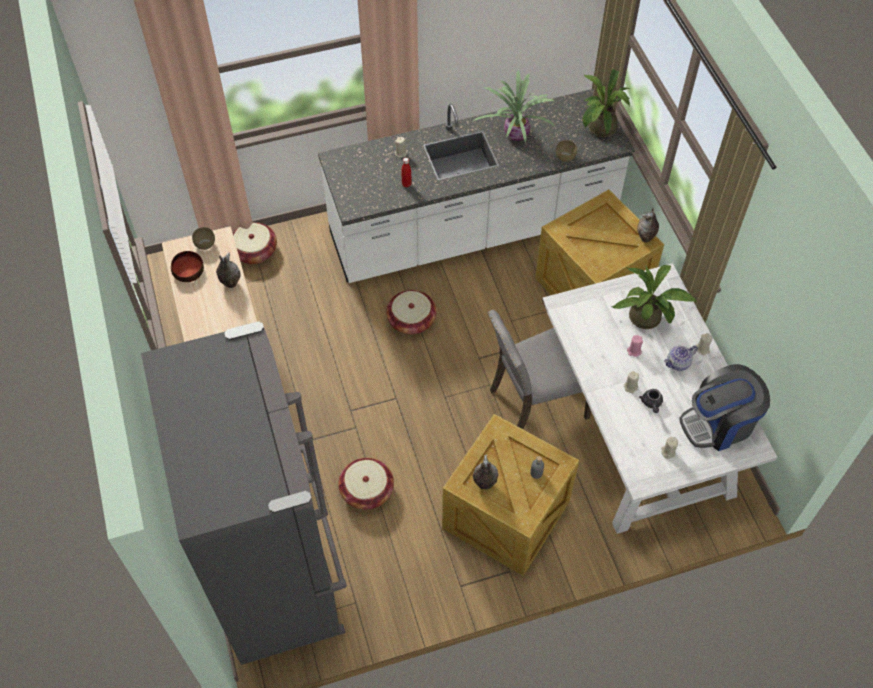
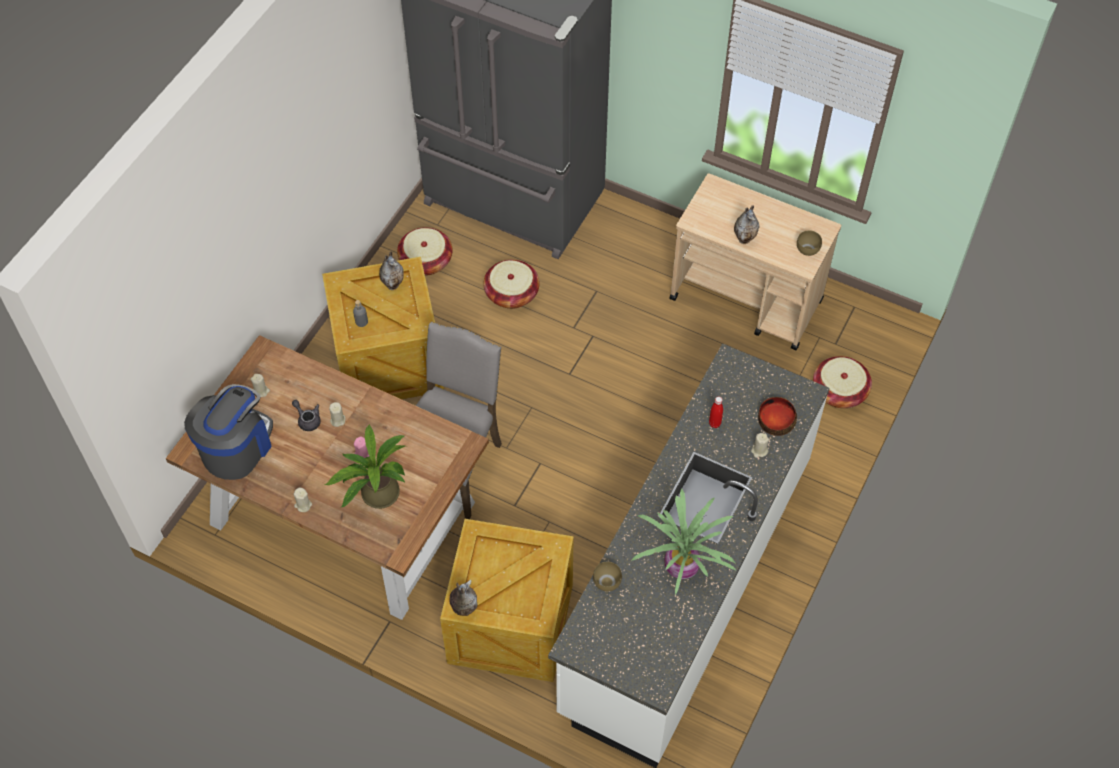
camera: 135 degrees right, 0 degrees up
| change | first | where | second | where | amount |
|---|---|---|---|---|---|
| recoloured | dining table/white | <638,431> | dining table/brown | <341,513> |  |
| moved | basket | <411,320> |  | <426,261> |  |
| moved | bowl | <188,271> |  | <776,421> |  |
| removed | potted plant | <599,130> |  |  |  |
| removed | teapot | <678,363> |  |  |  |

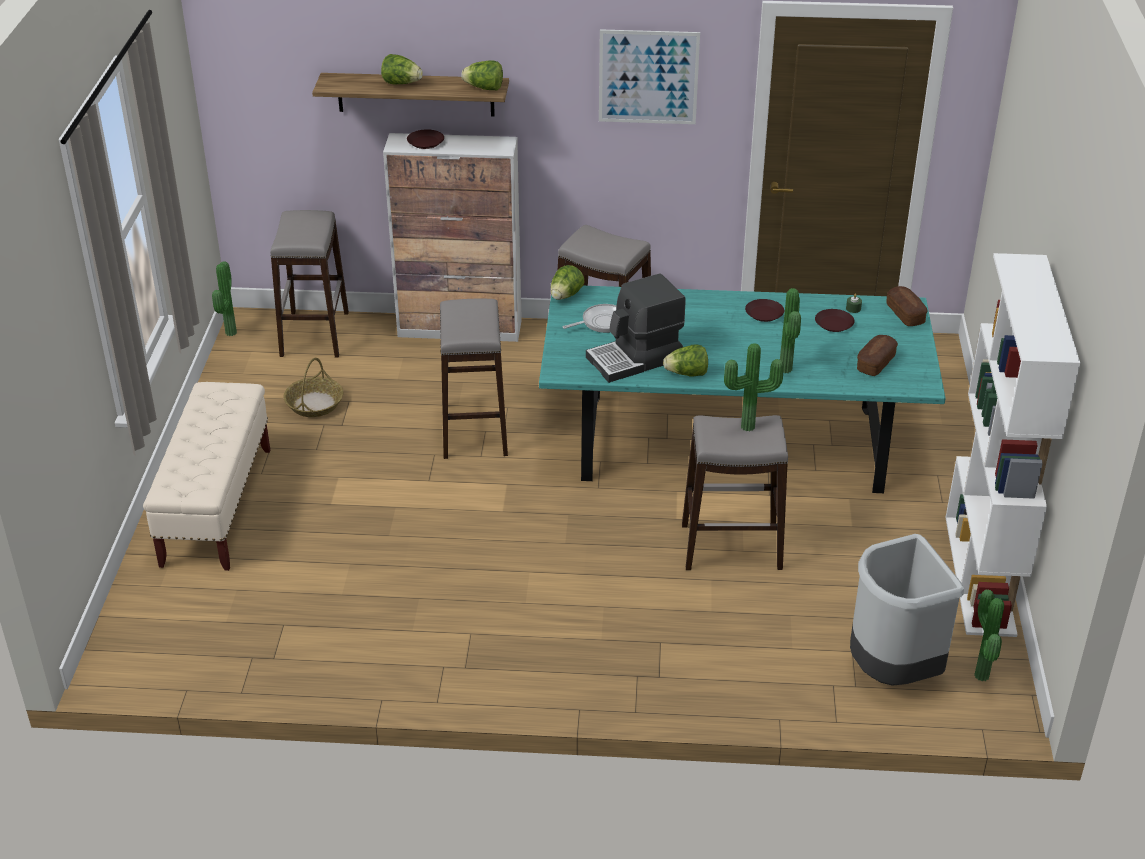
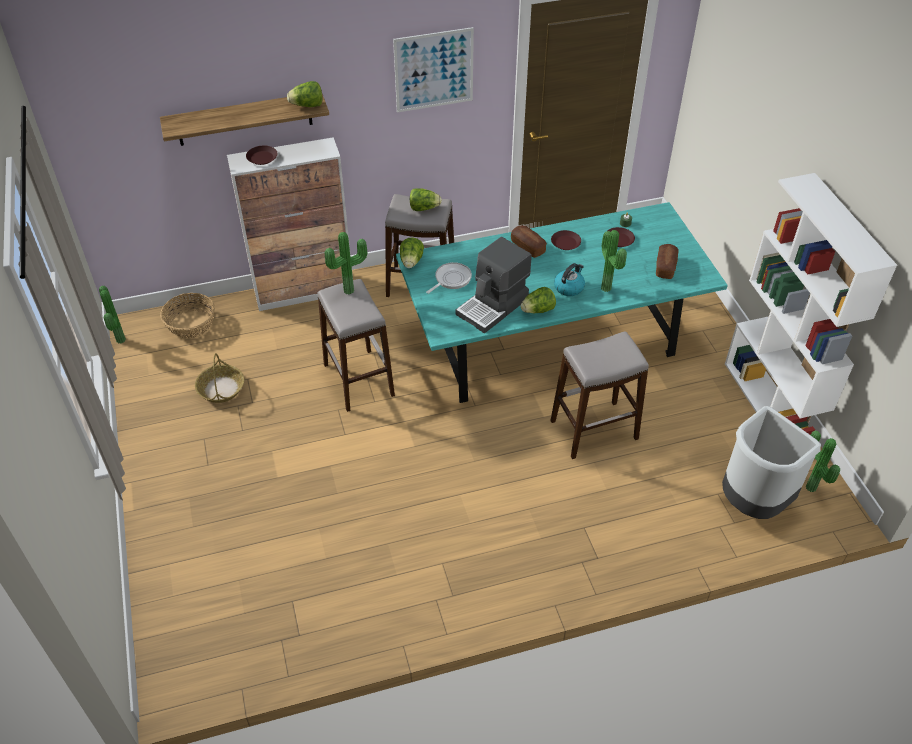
camera: 20 degrees left, 10 degrees up
| change | first | where | second | where | amount |
|---|---|---|---|---|---|
| replaced | stool/grey | <314,334> | basket | <190,324> |  |
| moved | potted plant | <749,428> |  | <350,292> |  |
| moved | lettuce | <401,83> |  | <424,208> |  |
| moved | bread | <905,314> |  | <528,247> |  |
| added |  |  | kettle | <569,287> |  |
| removed | bench/beige | <217,506> |  |  |  |

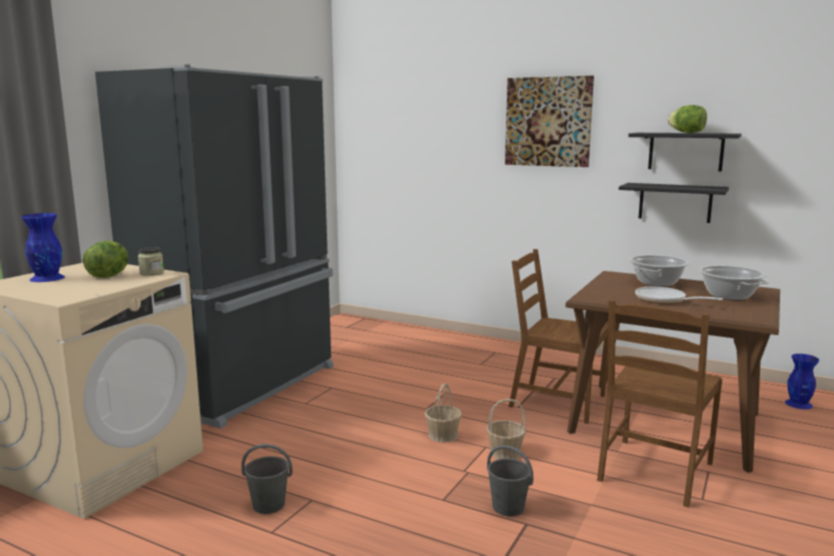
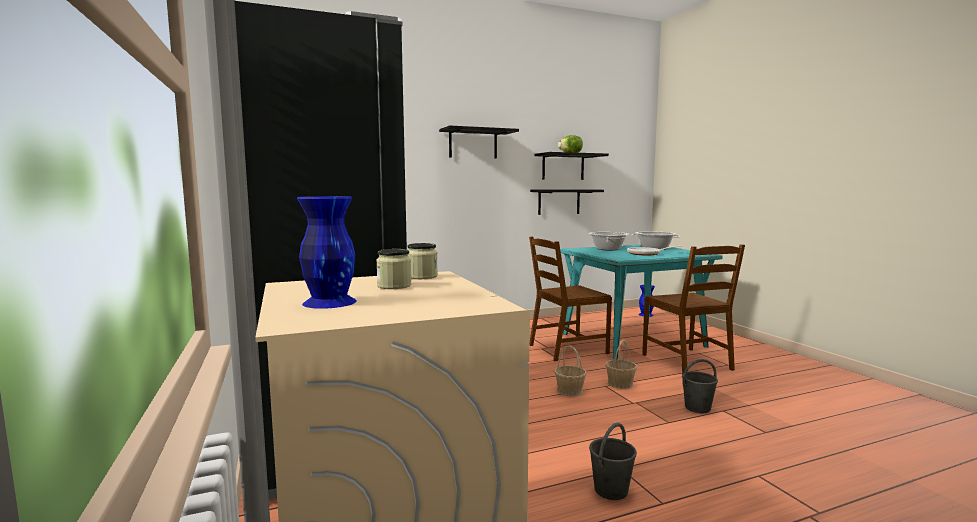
camera: 50 degrees left, 5 degrees down
| change | first | where | second | where | amount |
|---|---|---|---|---|---|
| replaced | lettuce | <109,276> | jar | <394,286> |  |
| replaced | picture | <548,122> | shelf/black | <473,144> |  |
| recoloured | dining table/brown | <664,423> | dining table/turquoise | <632,340> |  |

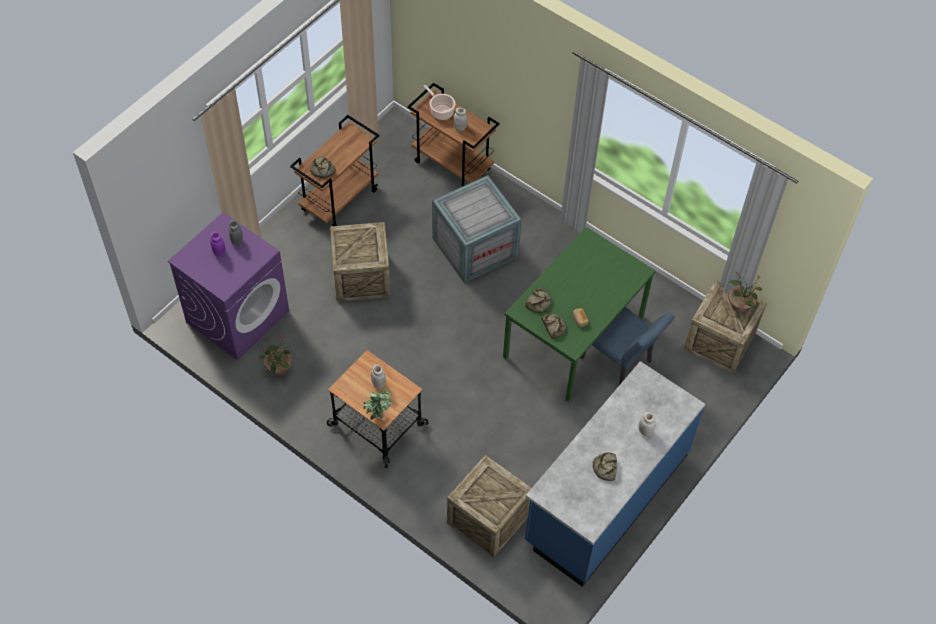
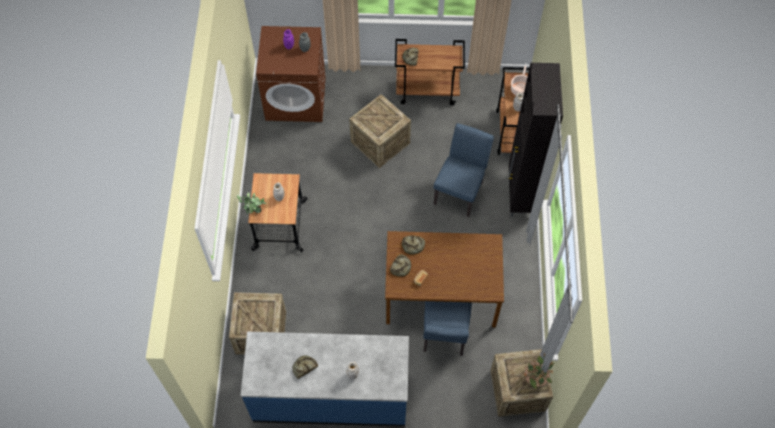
camera: 55 degrees right, 5 degrees up
| change | first | where | second | where | amount |
|---|---|---|---|---|---|
| recoloured | washing machine/purple | <238,316> | washing machine/brown | <296,99> |  |
| recoloured | dining table/green | <574,337> | dining table/brown | <440,294> |  |
| replaced | crate | <476,247> | chair/blue | <460,190> |  |
| added |  |  | cabinet/black | <520,195> |  |
| removed | potted plant | <279,369> |  |  |  |

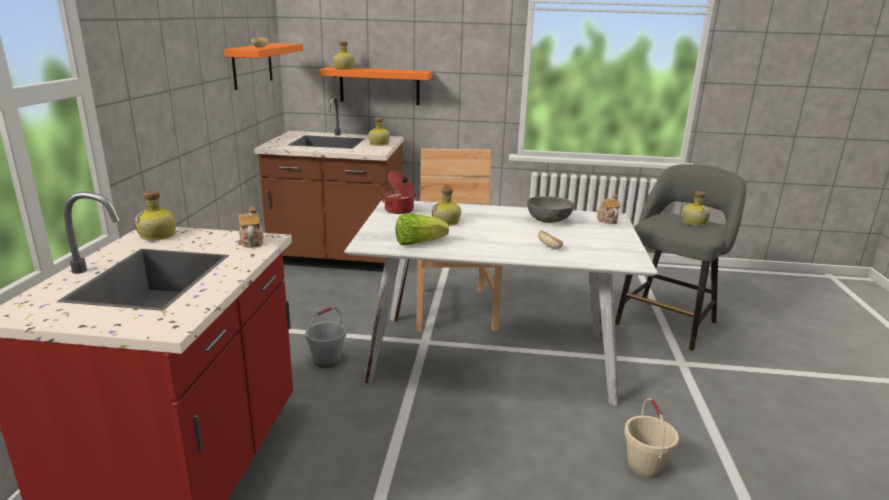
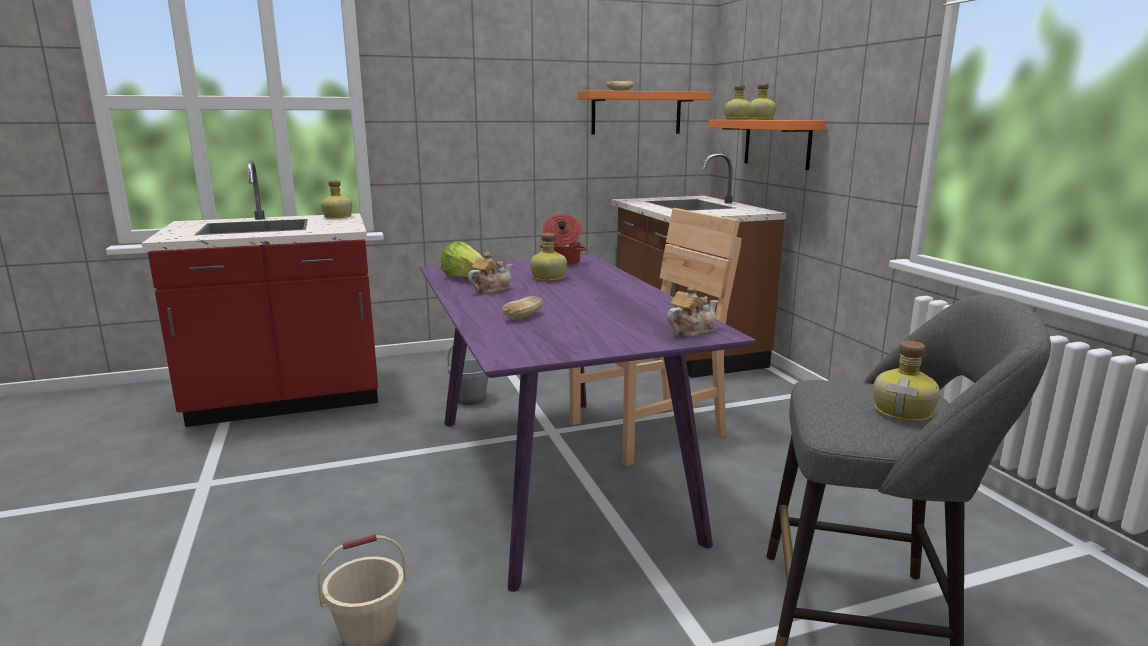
camera: 65 degrees right, 5 degrees down
| change | first | where | second | where | amount |
|---|---|---|---|---|---|
| recoloured | dining table/white | <490,357> | dining table/purple | <554,474> |  |
| moved | teapot | <251,242> |  | <491,290> |  |
| moved | bottle | <379,144> |  | <759,119> |  |
| removed | bowl/grey | <548,220> |  |  |  |

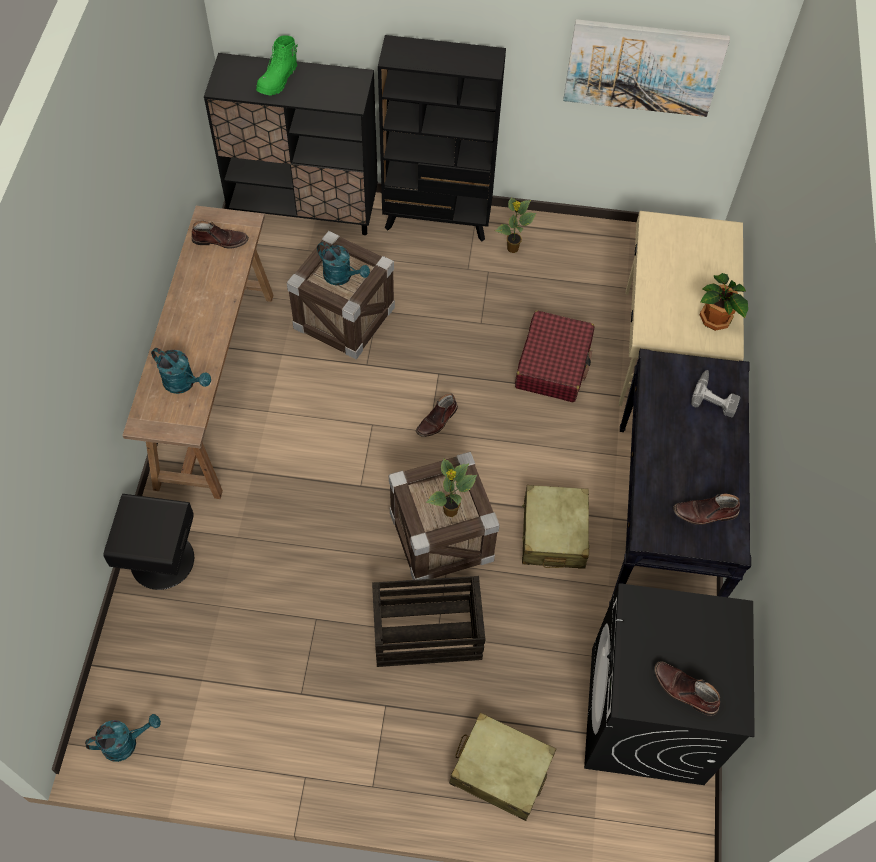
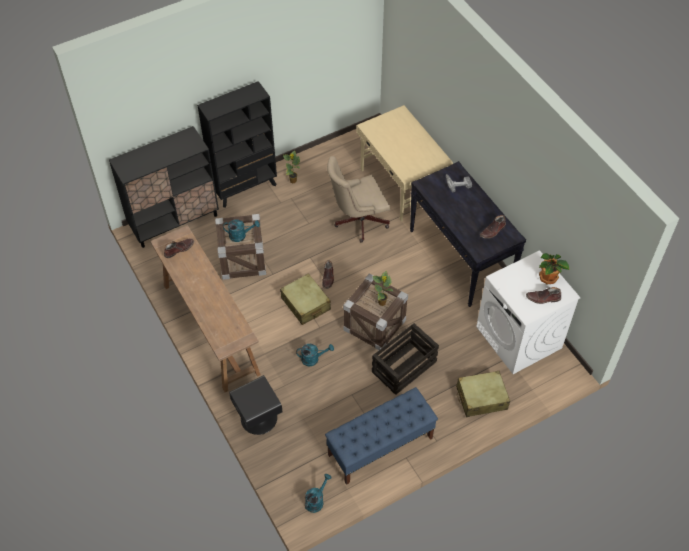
camera: 35 degrees left, 5 degrees down
| change | first | where | second | where | amount |
|---|---|---|---|---|---|
| moved | suitcase/beige | <553,534> |  | <305,304> |  |
| moved | watering can/turquoise | <184,383> |  | <313,359> |  |
| added |  |  | bench/blue | <380,446> |  |
| replaced | suitcase/red | <553,364> | office chair/beige | <357,221> |  |
| recoloured | washing machine/black | <646,716> | washing machine/white | <519,338> |  |
| moved | potted plant | <715,320> |  | <548,278> |  |
| removed | boot/green | <278,80> |  |  |  |
| removed | picture | <643,67> |  |  |  |

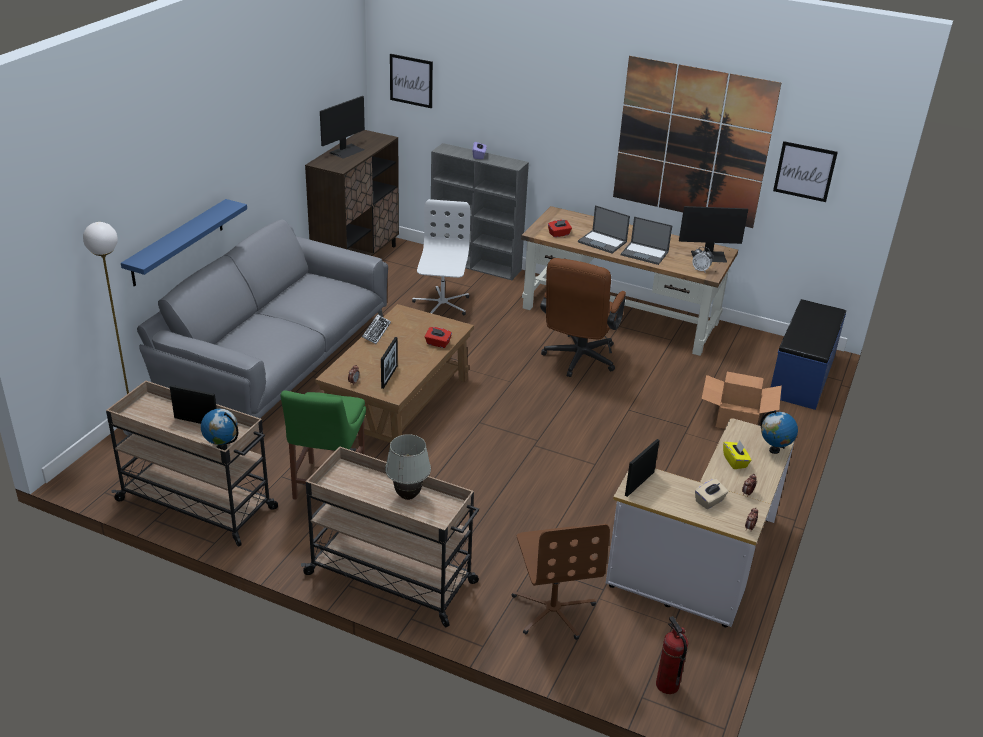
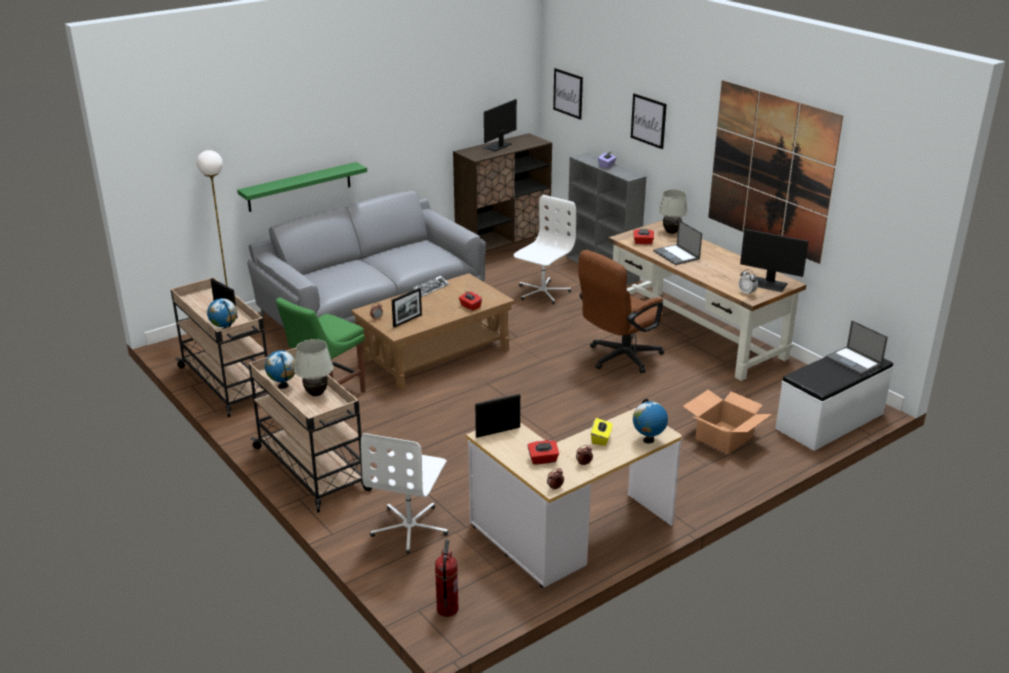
camera: 30 degrees right, 5 degrees down
| change | first | where | second | where | amount |
|---|---|---|---|---|---|
| recoloured | shelf/blue | <177,242> | shelf/green | <299,187> |  |
| added |  |  | globe | <283,386> |  |
| recoloured | office chair/brown | <553,610> | office chair/white | <410,528> |  |
| turned | monitor | <347,151> |  | <497,146> | 150 degrees clockwise |
| recoloured | tissue box/beige | <709,501> | tissue box/red | <543,460> |  |
| moved | picture | <804,171> |  | <648,120> |  |
| added |  |  | table lamp/white | <671,232> |  |
| recoloured | bench/blue | <803,377> | bench/white | <830,421> |  |
| moved | laptop | <645,253> |  | <854,361> |  |

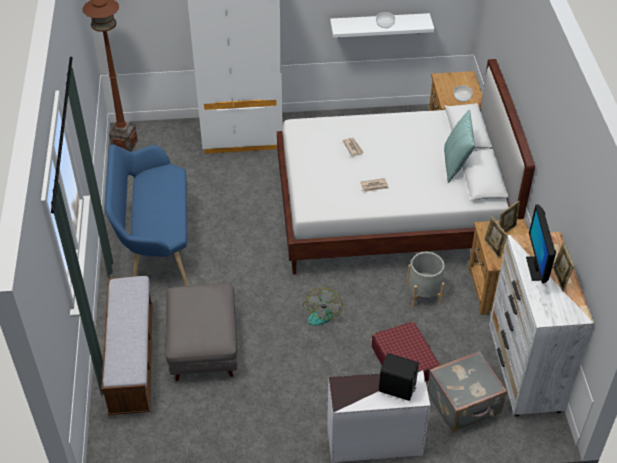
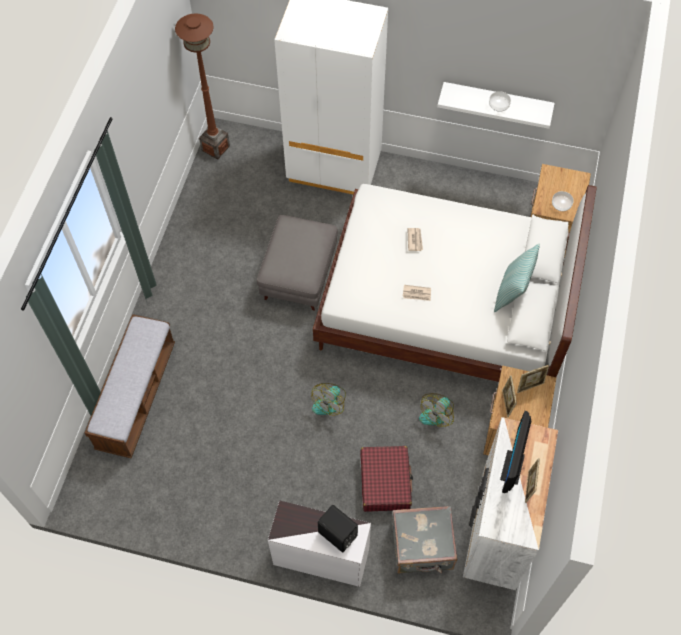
camera: 20 degrees right, 15 degrees up
| change | first | where | second | where | amount |
|---|---|---|---|---|---|
| moved | ottoman/grey | <204,346> |  | <299,274> |  |
| replaced | planter/grey | <423,294> | fan | <437,412> |  |
| removed | bench/blue | <156,244> |  |  |  |

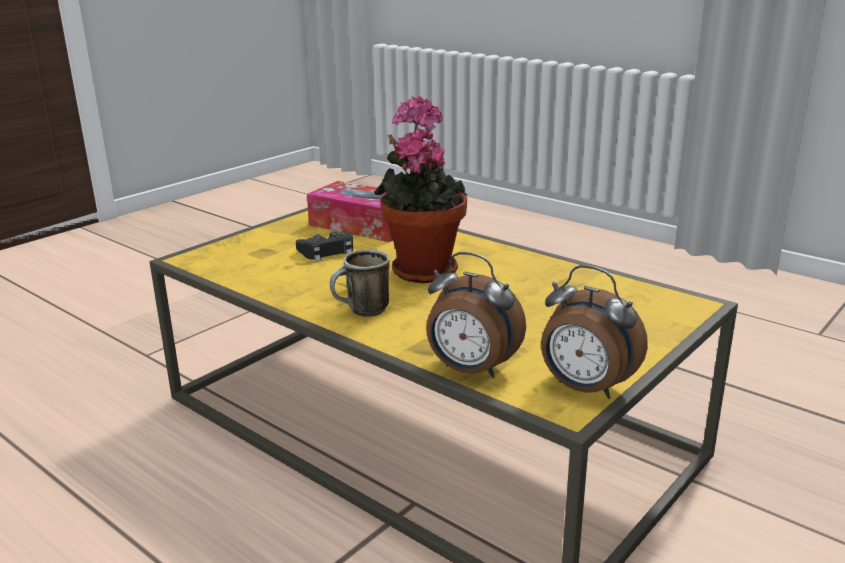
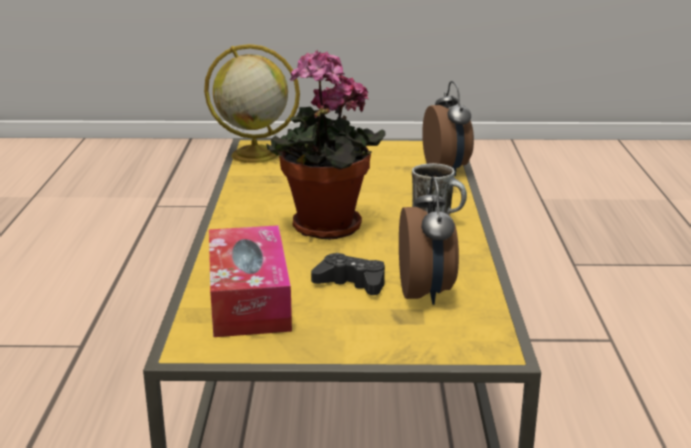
camera: 130 degrees left, 0 degrees up
| change | first | where | second | where | amount |
|---|---|---|---|---|---|
| added |  |  | globe | <253,155> |  |
| moved | alarm clock | <585,389> |  | <426,293> |  |

